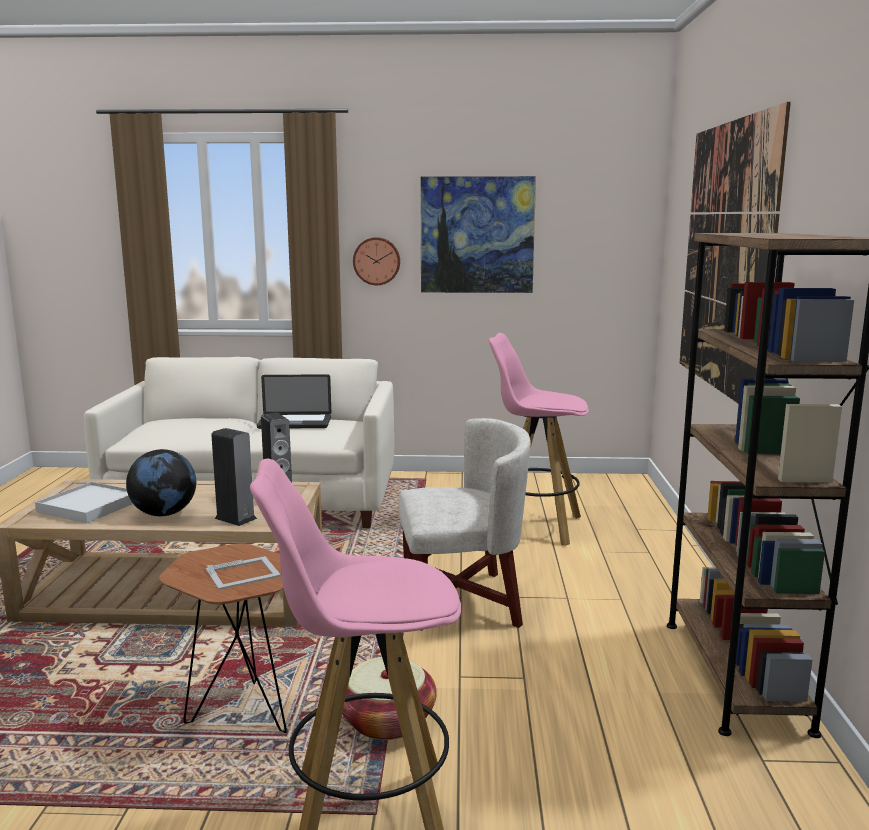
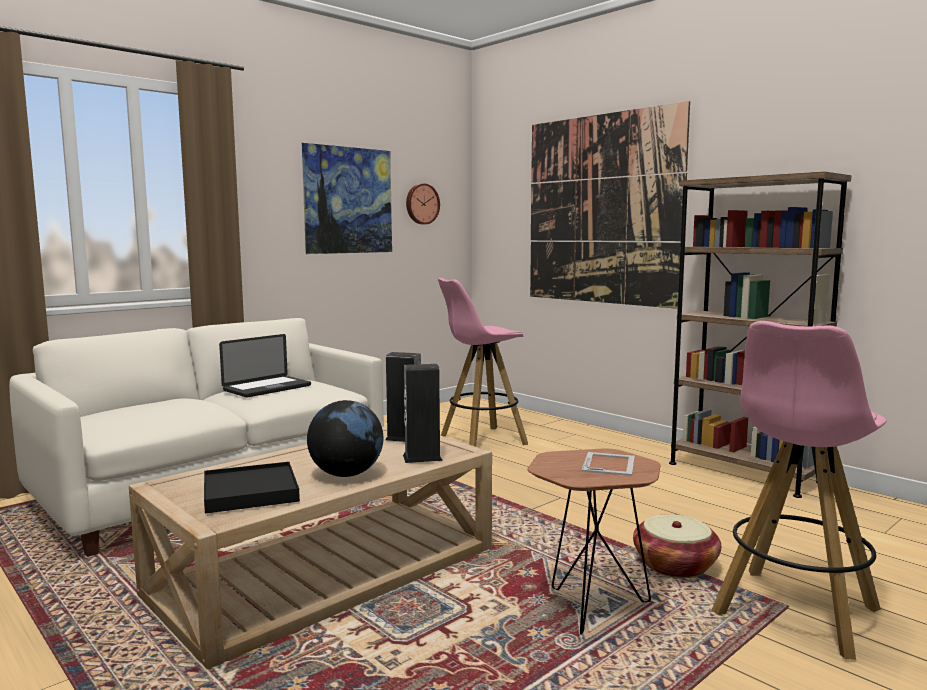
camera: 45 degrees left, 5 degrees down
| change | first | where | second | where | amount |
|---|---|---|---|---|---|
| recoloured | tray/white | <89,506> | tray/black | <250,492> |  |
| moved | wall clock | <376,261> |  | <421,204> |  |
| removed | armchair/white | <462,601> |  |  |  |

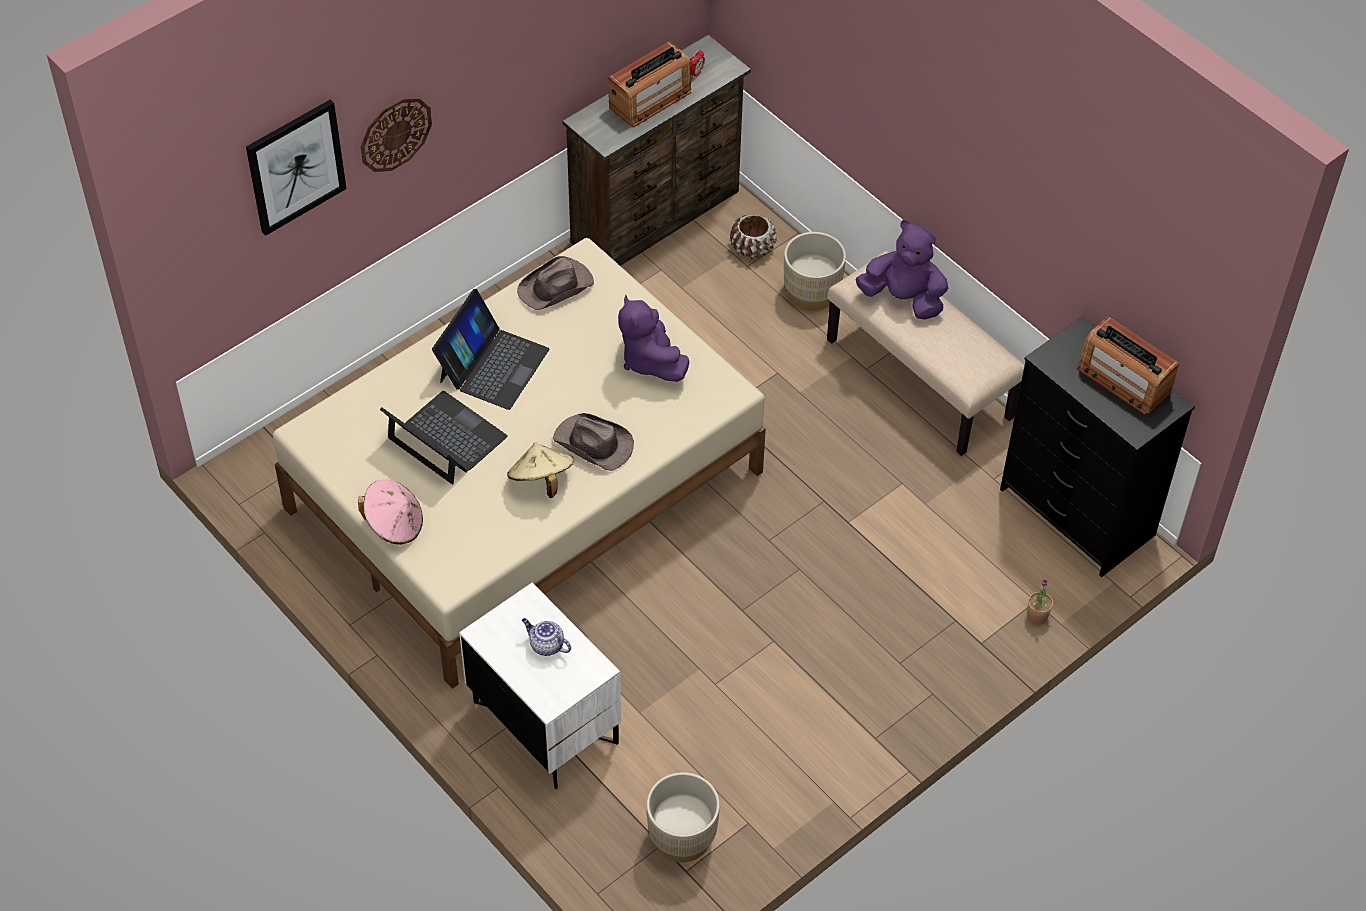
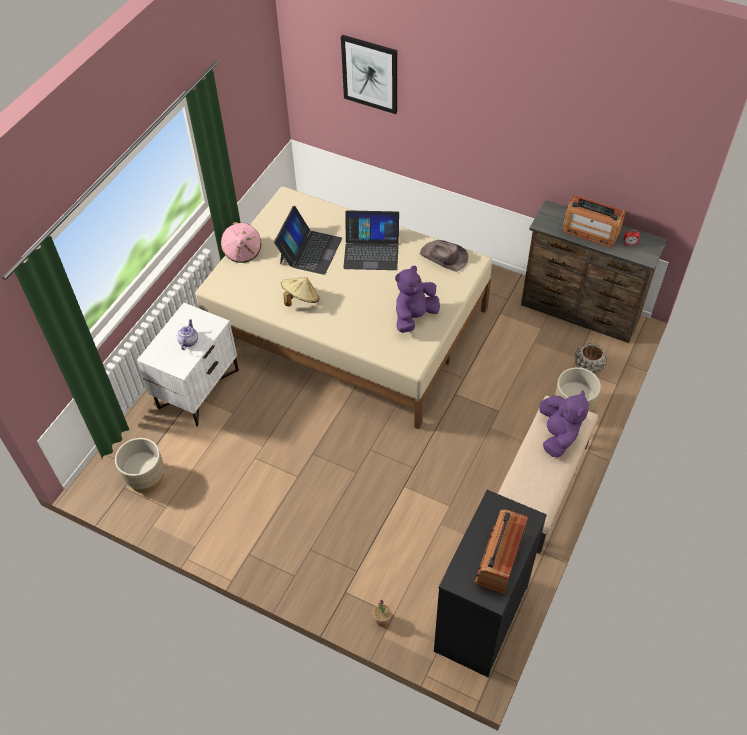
camera: 70 degrees right, 0 degrees up
| change | first | where | second | where | amount |
|---|---|---|---|---|---|
| removed | wall clock | <395,134> |  |  |  |
| removed | hat/brown | <594,444> |  |  |  |

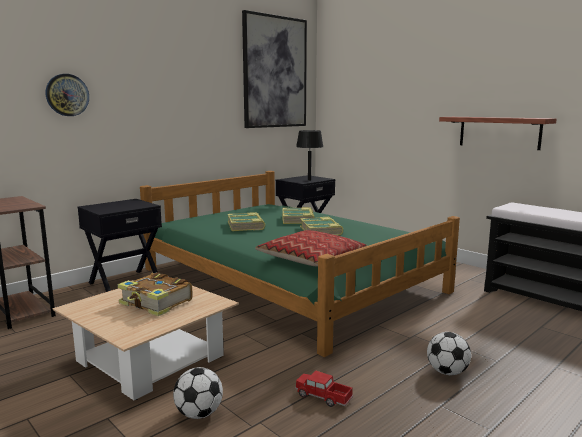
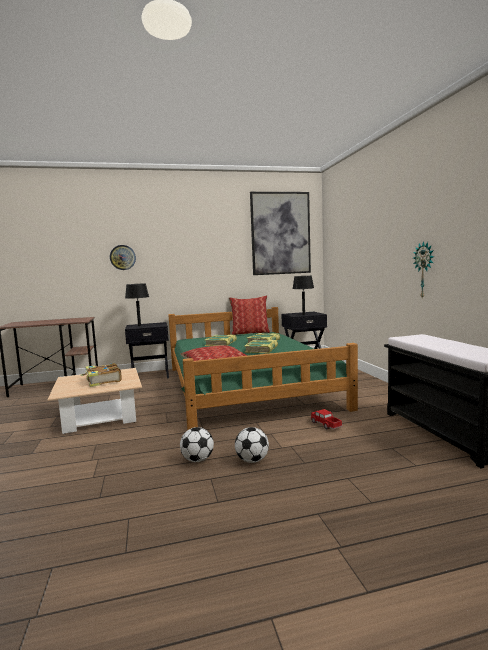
camera: 30 degrees right, 5 degrees down
| change | first | where | second | where | amount |
|---|---|---|---|---|---|
| added |  |  | table lamp/black | <139,326> |  |
| moved | football | <199,414> |  | <197,460> |  |
| added |  |  | pillow | <250,333> |  |
| moved | toy truck | <323,397> |  | <325,425> |  |
| replaced | shelf | <499,132> | wall clock | <425,270> |  |

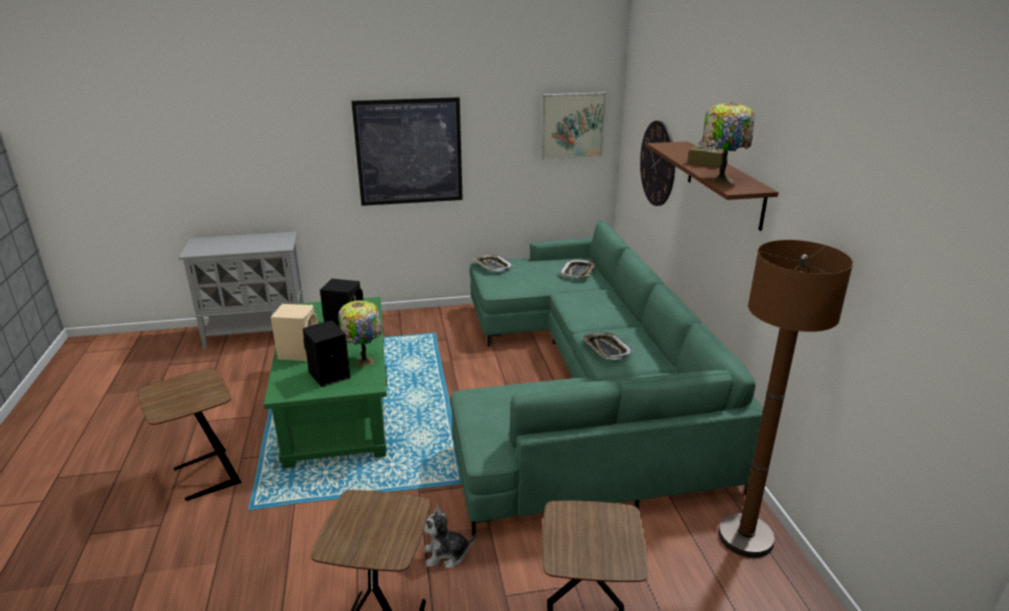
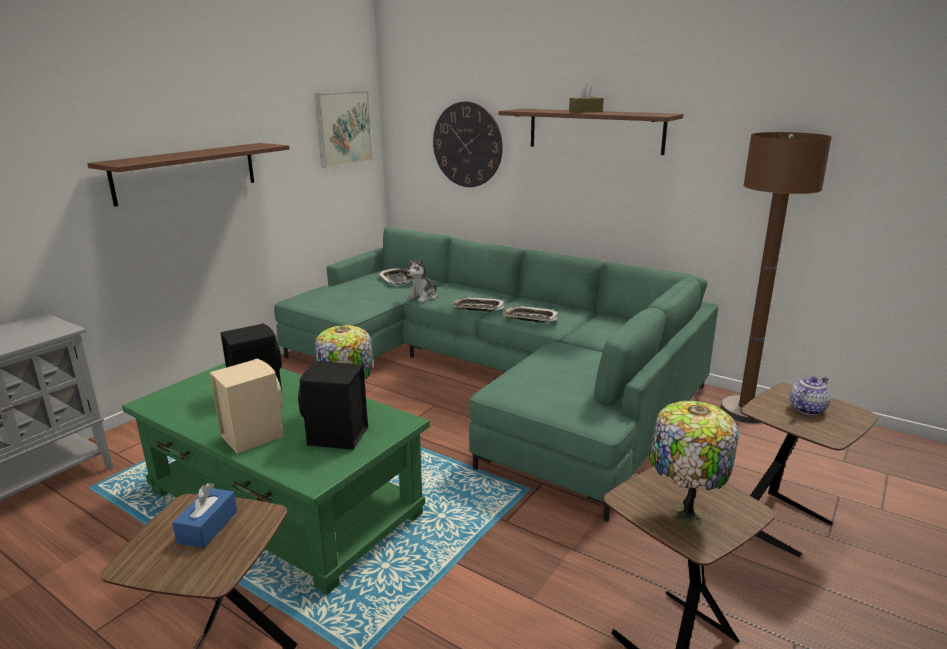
camera: 45 degrees left, 5 degrees down
| change | first | where | second | where | amount |
|---|---|---|---|---|---|
| replaced | picture | <409,152> | shelf/brown | <186,172> |  |
| added |  |  | tissue box/blue | <208,527> |  |
| moved | plush toy | <446,555> |  | <423,297> |  |
| moved | tray | <492,266> |  | <478,308> |  |
| moved | table lamp | <721,179> |  | <684,515> |  |
| added |  |  | teapot | <807,408> |  |

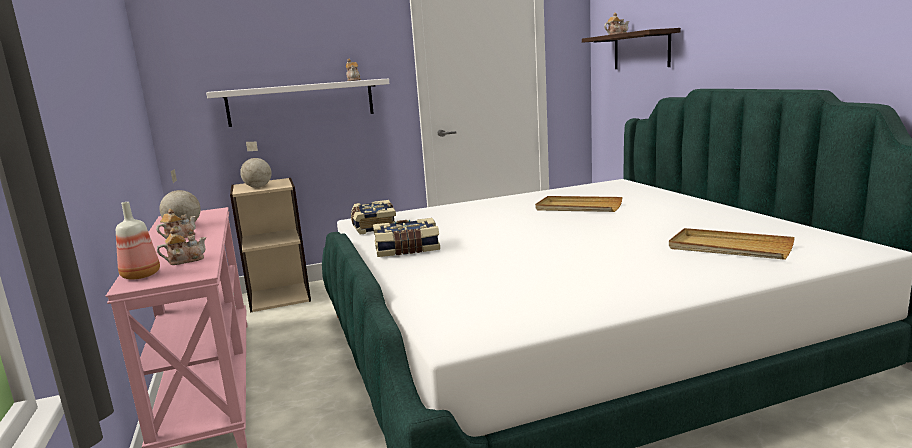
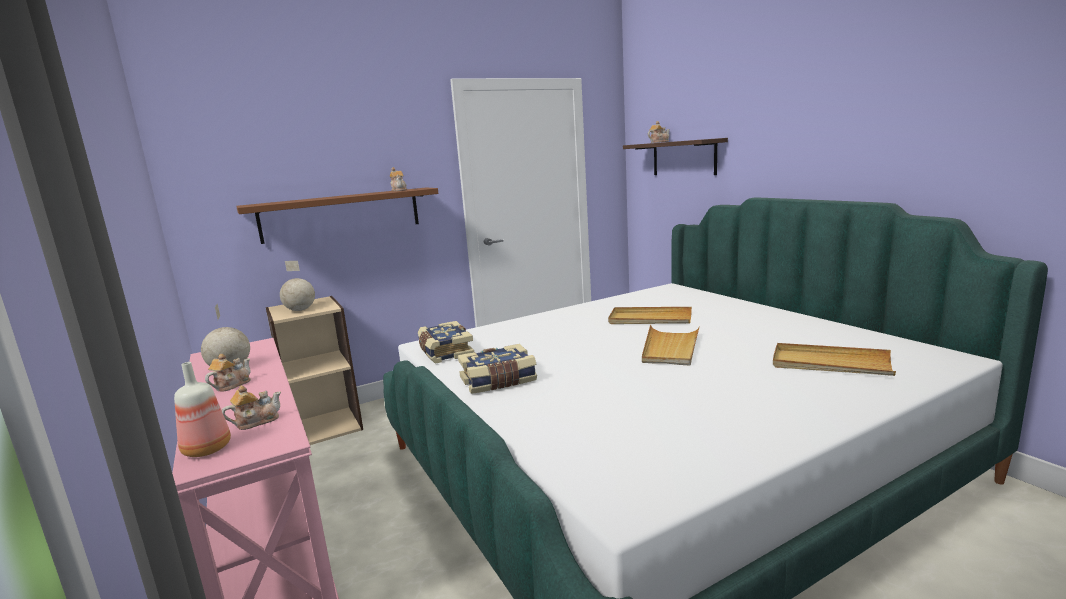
camera: 10 degrees left, 0 degrees up
| change | first | where | second | where | amount |
|---|---|---|---|---|---|
| recoloured | shelf/white | <301,102> | shelf/brown | <341,214> |  |
| added |  |  | tray/beige | <670,348> |  |

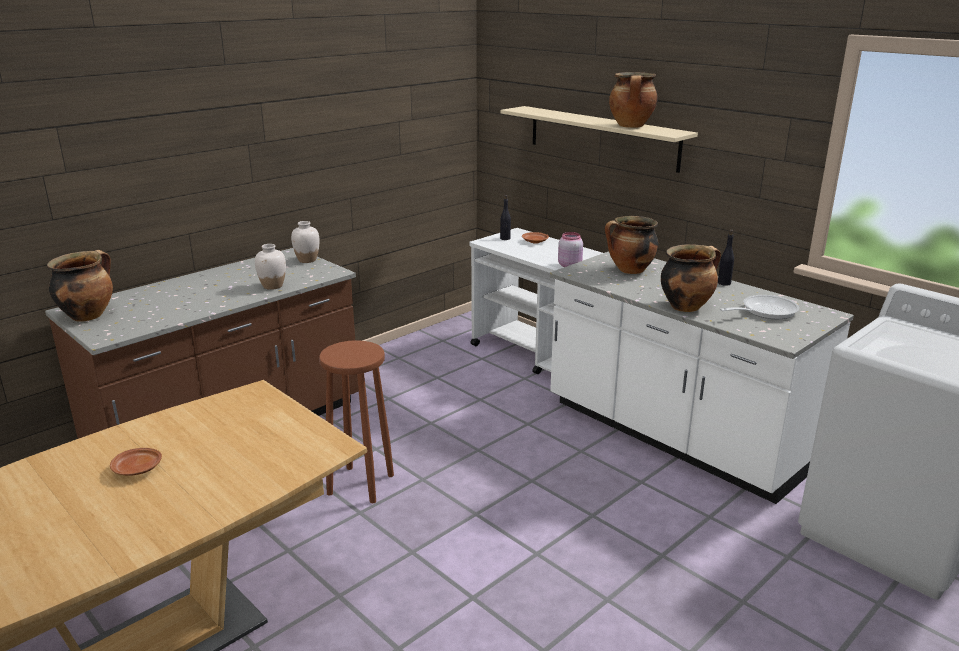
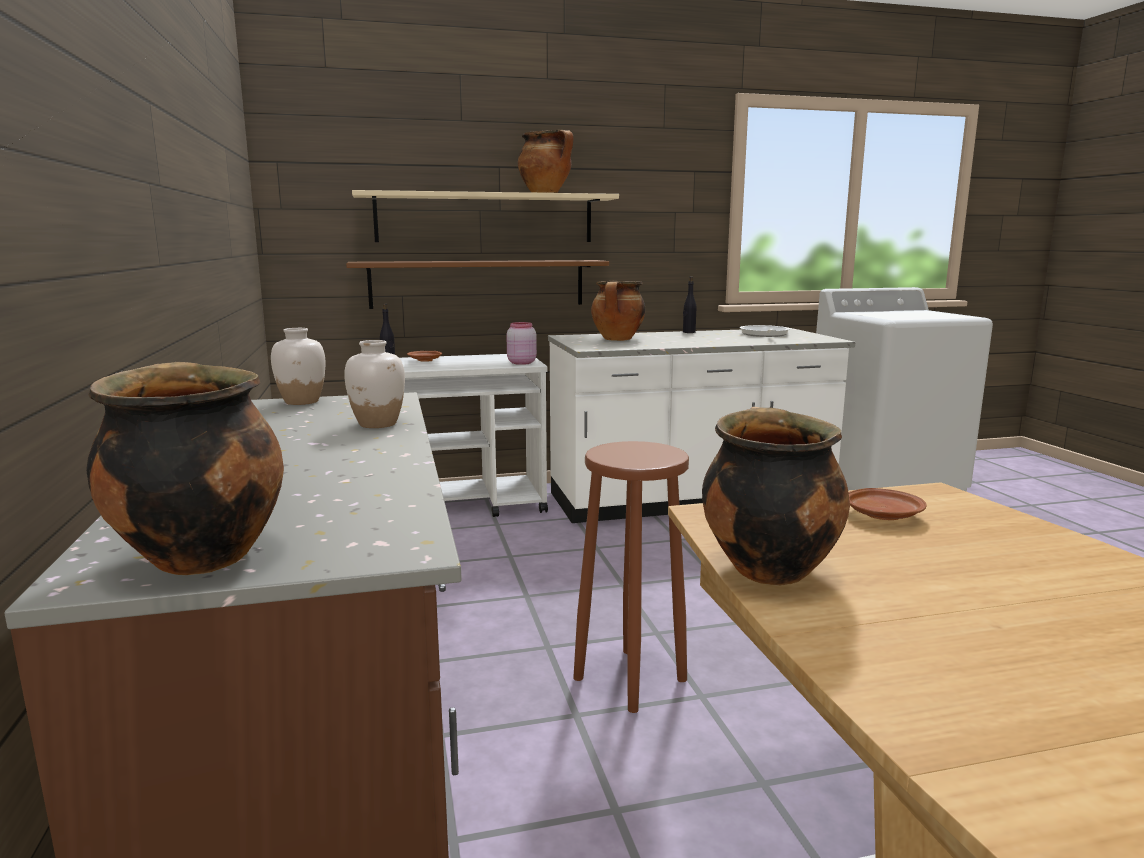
camera: 60 degrees left, 10 degrees down
| change | first | where | second | where | amount |
|---|---|---|---|---|---|
| added |  |  | shelf/brown | <478,283> |  |
| moved | cooking pot | <686,306> |  | <767,568> |  |
| moved | plate/brown | <138,469> |  | <883,515> |  |

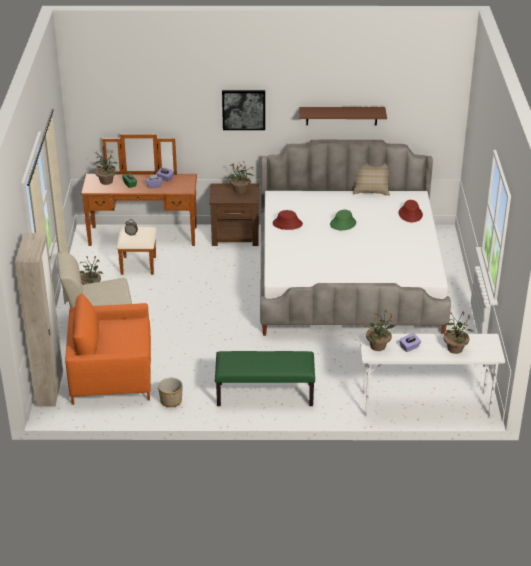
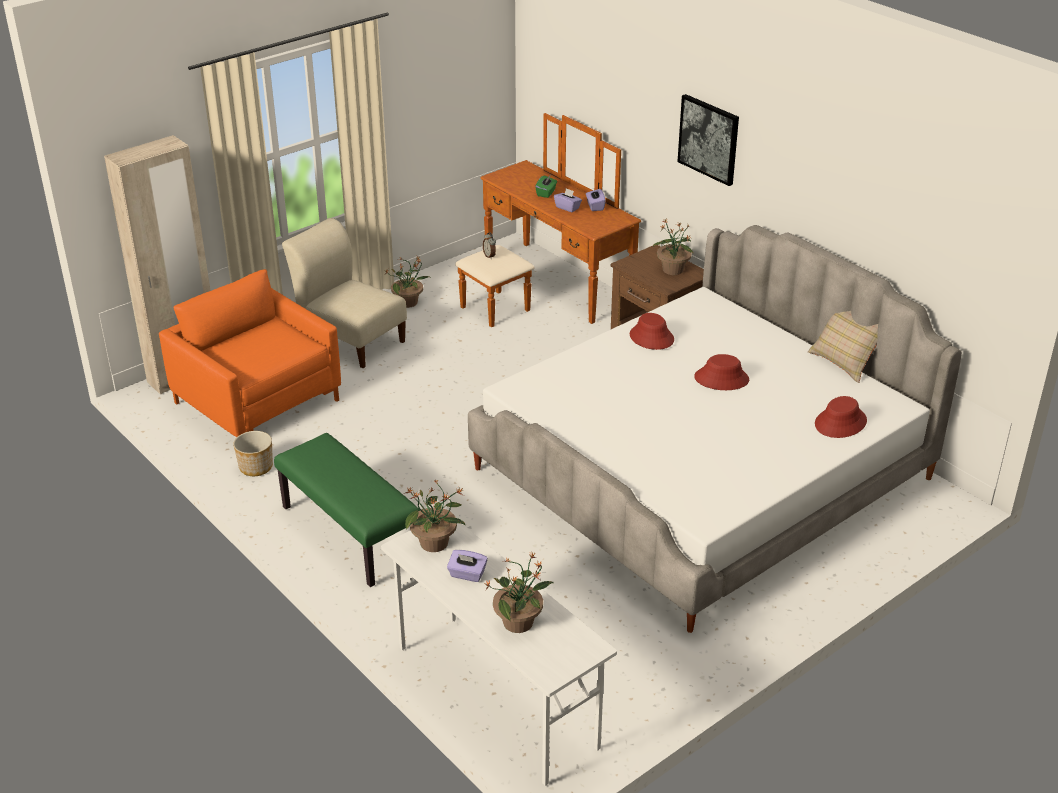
camera: 50 degrees right, 0 degrees up
| change | first | where | second | where | amount |
|---|---|---|---|---|---|
| recoloured | hat/green | <343,223> | hat/red | <721,379> |  |
| removed | potted plant | <106,181> |  |  |  |
| removed | shelf/brown | <341,116> |  |  |  |

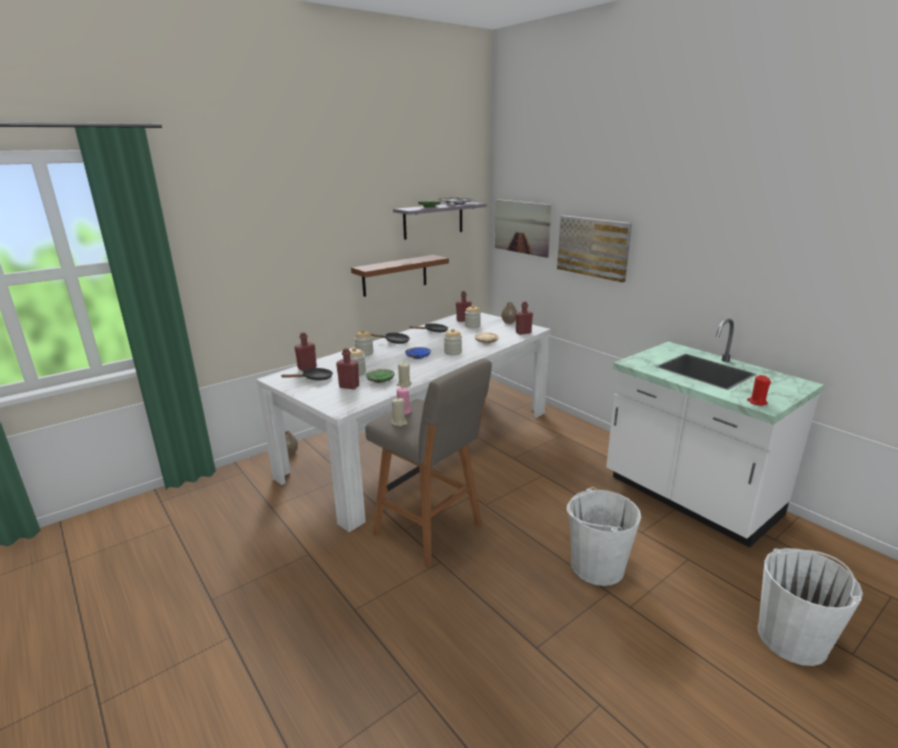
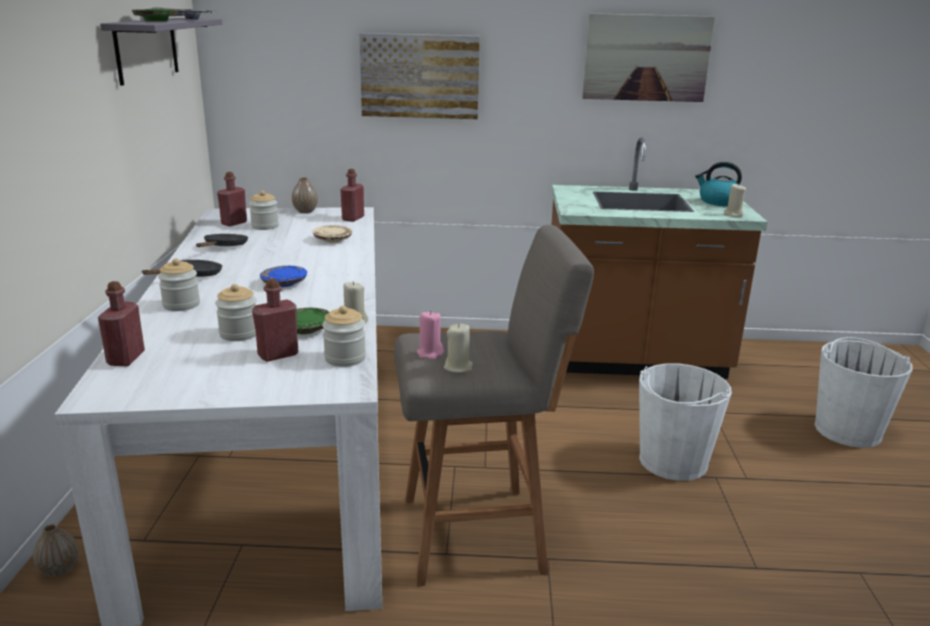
camera: 50 degrees left, 0 degrees up
| change | first | where | second | where | amount |
|---|---|---|---|---|---|
| moved | jar | <453,352> |  | <345,358> |  |
| recoloured | counter/white | <689,498> | counter/brown | <632,360> |  |
| moved | picture | <522,227> |  | <646,58> |  |
| added |  |  | kettle | <718,202> |  |
| recoloured | candle/red | <757,402> | candle/beige | <733,214> |  |
| removed | frying pan/black | <314,379> |  |  |  |
| removed | shelf/brown | <395,275> |  |  |  |

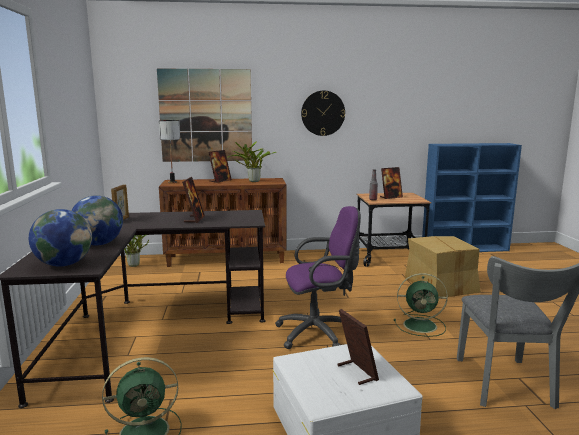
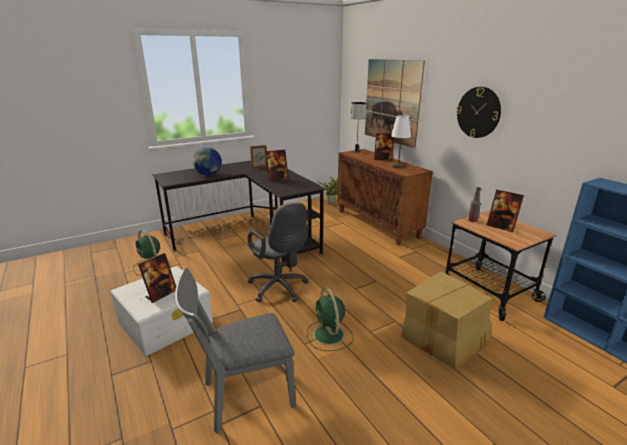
camera: 65 degrees right, 10 degrees up
| change | first | where | second | where | amount |
|---|---|---|---|---|---|
| recoloured | office chair/purple | <319,333> | office chair/grey | <280,289> |  |
| replaced | potted plant | <252,181> | table lamp/white | <398,166> |  |
| removed | globe | <64,264> |  |  |  |

